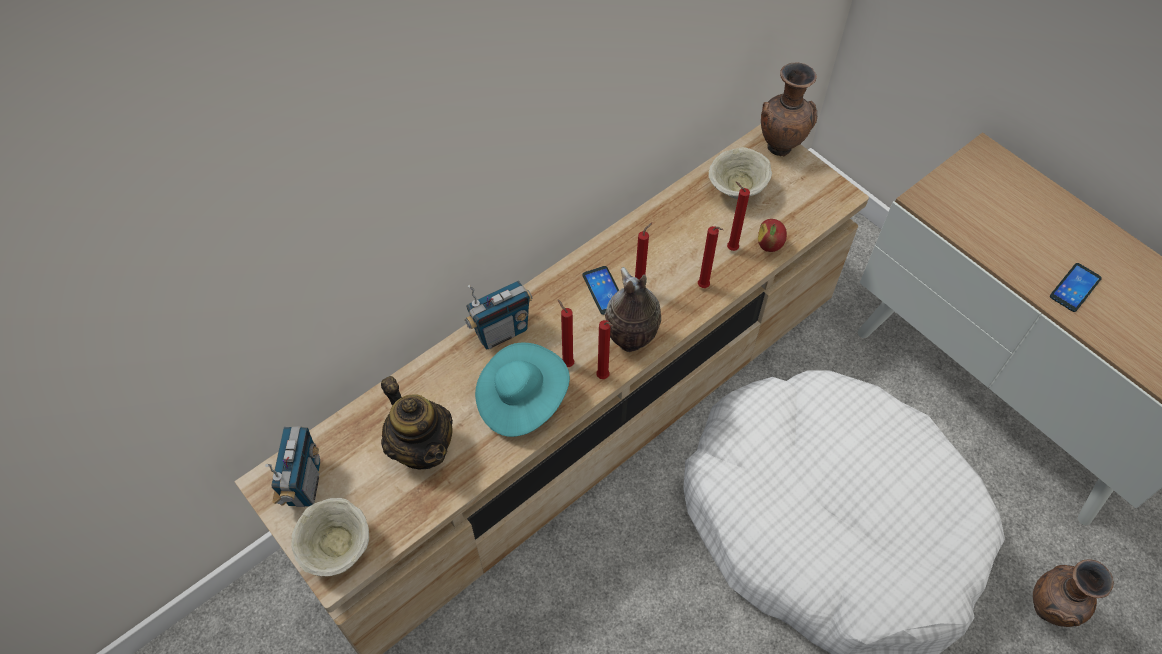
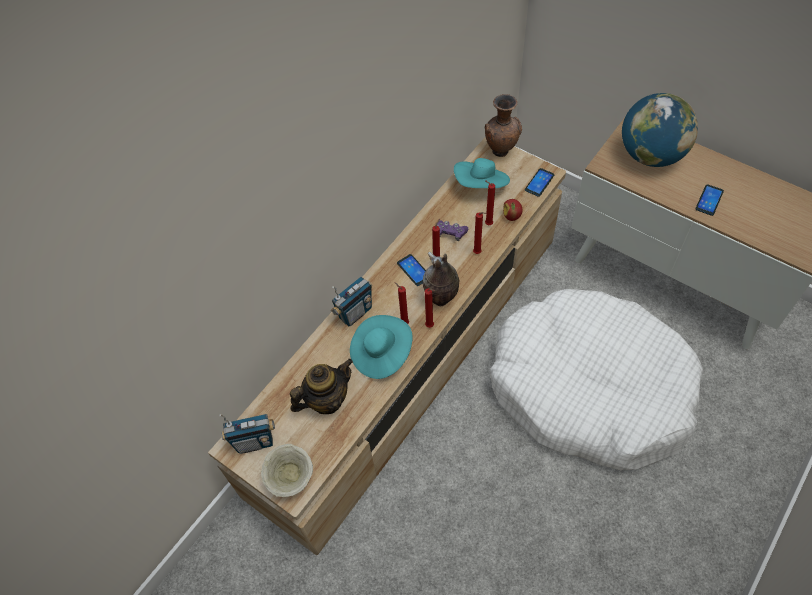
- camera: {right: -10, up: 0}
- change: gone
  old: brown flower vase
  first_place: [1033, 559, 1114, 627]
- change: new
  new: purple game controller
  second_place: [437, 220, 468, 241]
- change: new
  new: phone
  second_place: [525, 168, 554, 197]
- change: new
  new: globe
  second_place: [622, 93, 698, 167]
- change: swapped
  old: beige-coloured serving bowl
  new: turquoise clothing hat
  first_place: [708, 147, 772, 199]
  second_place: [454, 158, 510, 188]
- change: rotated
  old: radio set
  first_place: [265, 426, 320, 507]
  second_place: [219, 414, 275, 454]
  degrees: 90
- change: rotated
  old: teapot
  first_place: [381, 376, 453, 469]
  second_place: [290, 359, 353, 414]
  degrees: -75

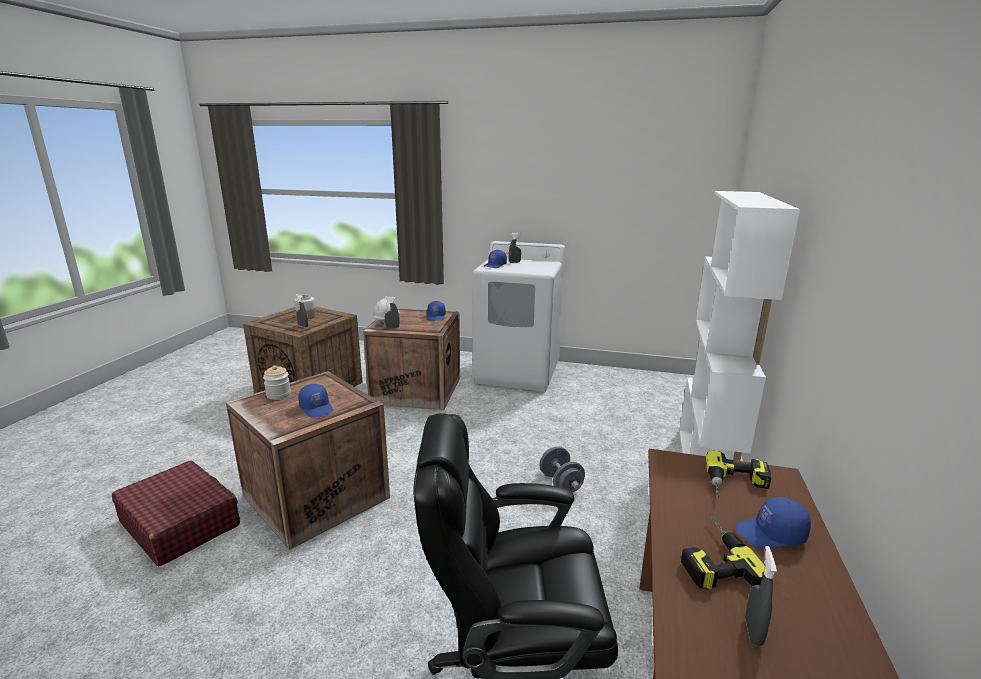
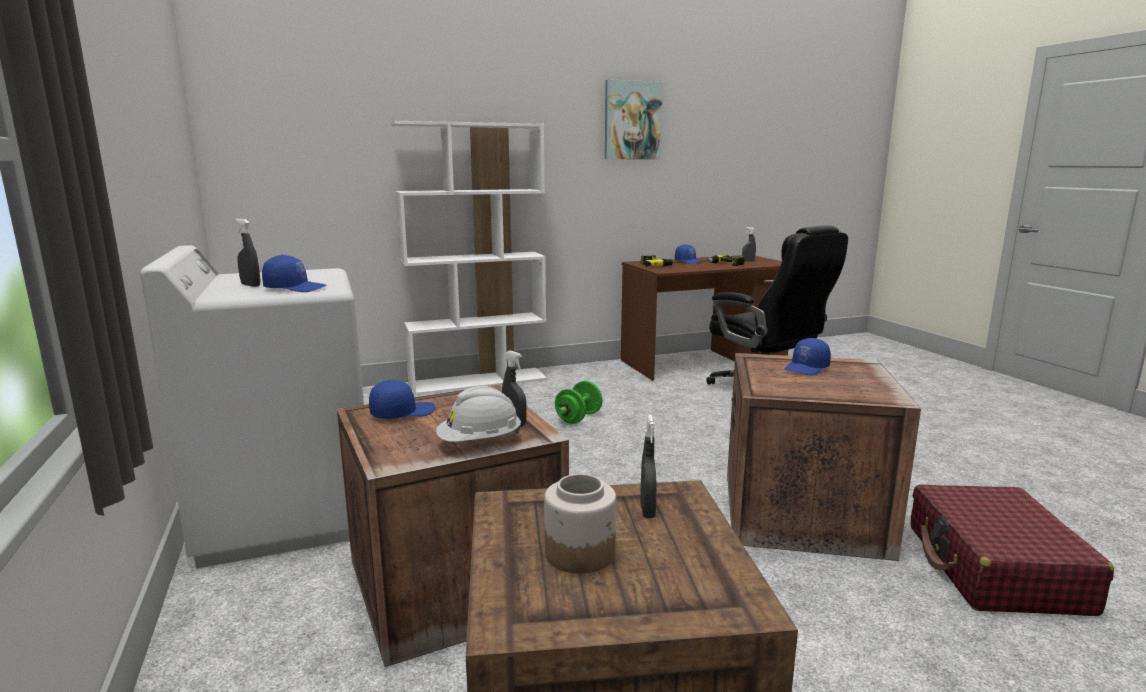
- camera: {right: -125, up: -5}
- change: gone
  old: preserve jar
  first_place: [263, 365, 291, 400]
- change: new
  new: picture
  second_place: [605, 79, 663, 159]
- change: repainted
  old: greyish hand weight
  new: green hand weight
  first_place: [539, 446, 585, 493]
  second_place: [555, 381, 603, 424]
- change: rotated
  old: bluish baseball cap
  first_place: [298, 384, 333, 417]
  second_place: [784, 338, 831, 375]
  degrees: -150

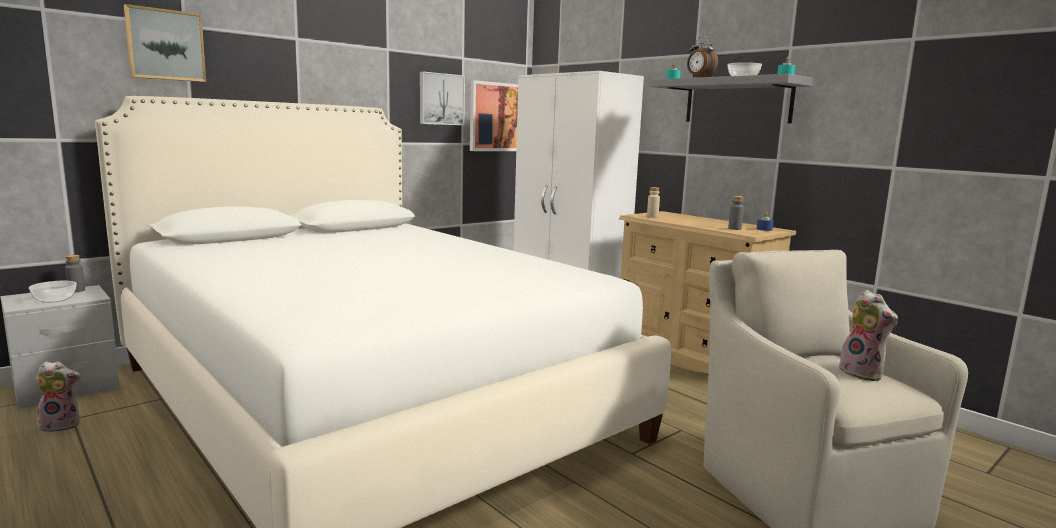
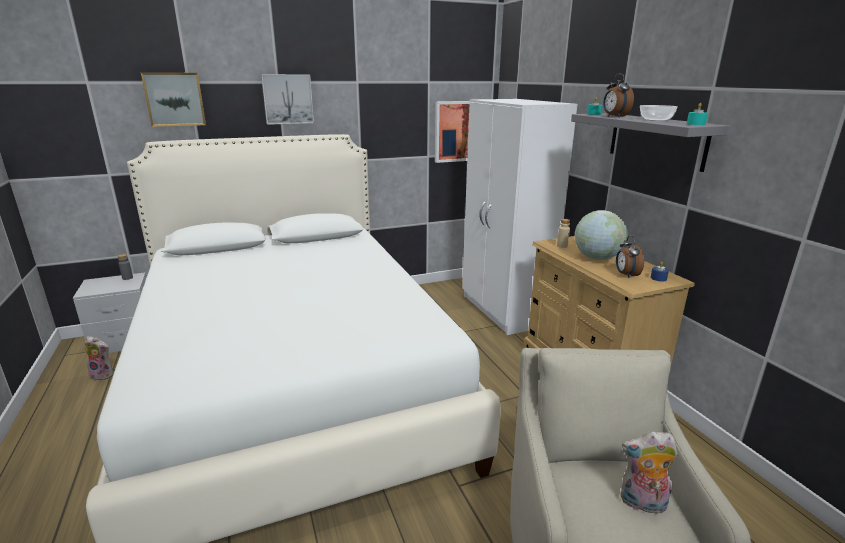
- camera: {right: 20, up: 10}
- change: gone
  old: serving bowl
  first_place: [29, 281, 77, 303]
- change: new
  new: globe
  second_place: [575, 210, 628, 260]
- change: shifted
  old: picture
  first_place: [420, 72, 465, 125]
  second_place: [261, 74, 314, 125]
- change: swapped
  old: greyish bottle
  new: table clock
  first_place: [728, 196, 744, 230]
  second_place: [616, 236, 644, 278]
- change: rotated
  old: soft toy
  first_place: [838, 290, 898, 381]
  second_place: [621, 431, 678, 514]
  degrees: 105

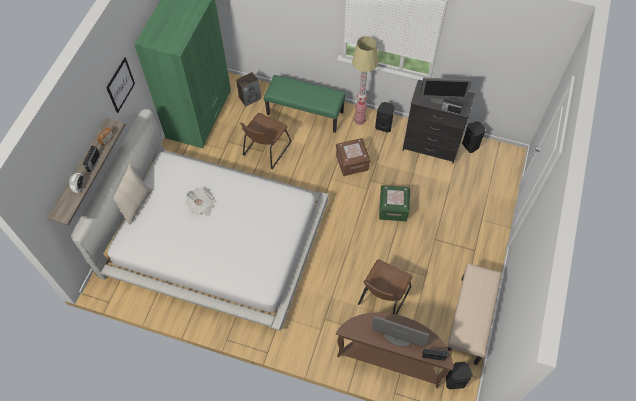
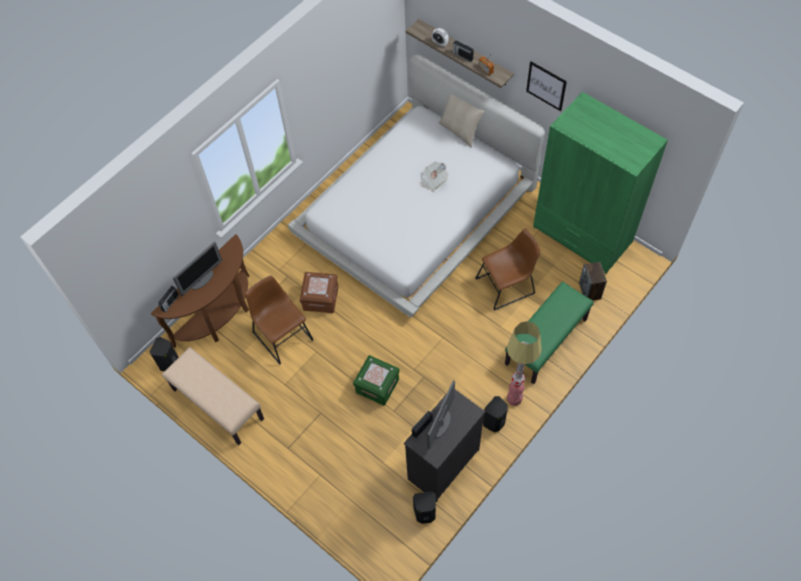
- camera: {right: 115, up: 0}
- change: shifted
  old: brown storage container
  first_place: [336, 138, 370, 176]
  second_place: [300, 272, 338, 313]
- change: rotated
  old: brown plain chair
  first_place: [240, 113, 291, 169]
  second_place: [475, 228, 541, 311]
  degrees: 105

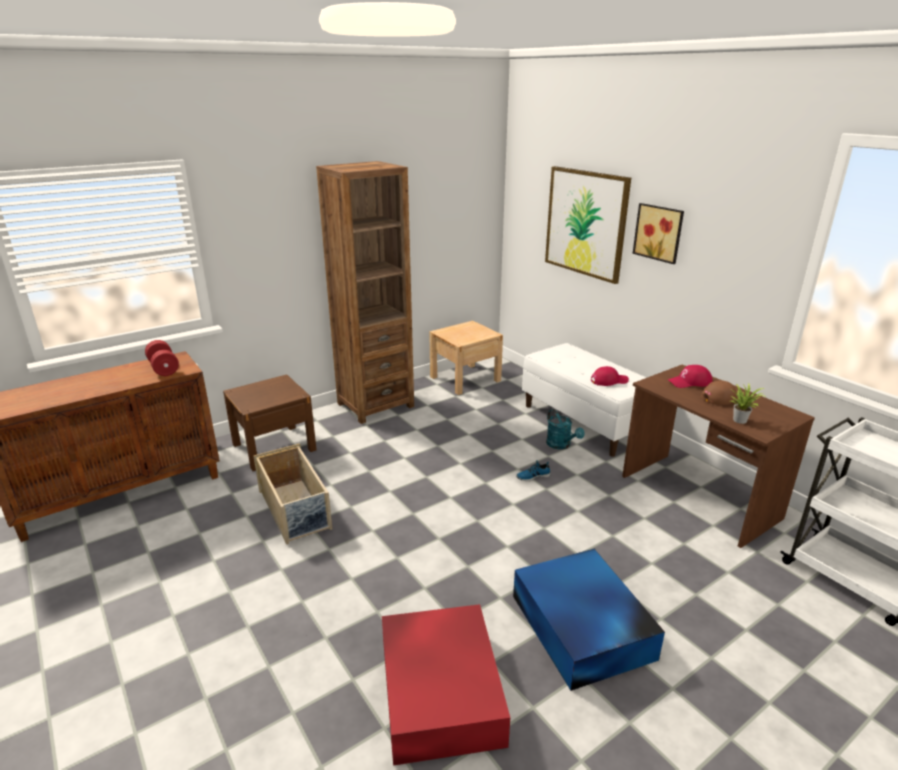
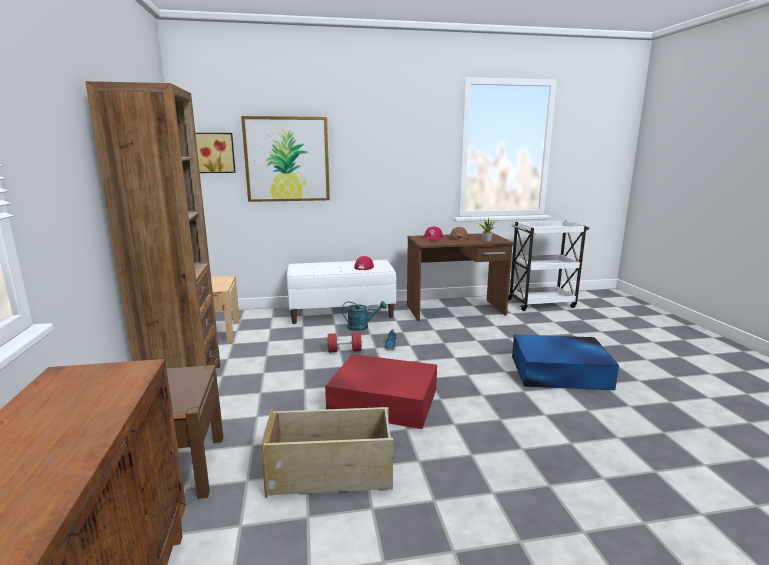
- camera: {right: -65, up: -10}
- change: shifted
  old: red hand weight
  first_place: [145, 340, 179, 376]
  second_place: [327, 332, 362, 353]
- change: shifted
  old: red storage container
  first_place: [382, 604, 510, 766]
  second_place: [325, 354, 437, 429]
- change: shifted
  old: picture
  first_place: [632, 203, 684, 264]
  second_place: [195, 133, 236, 173]

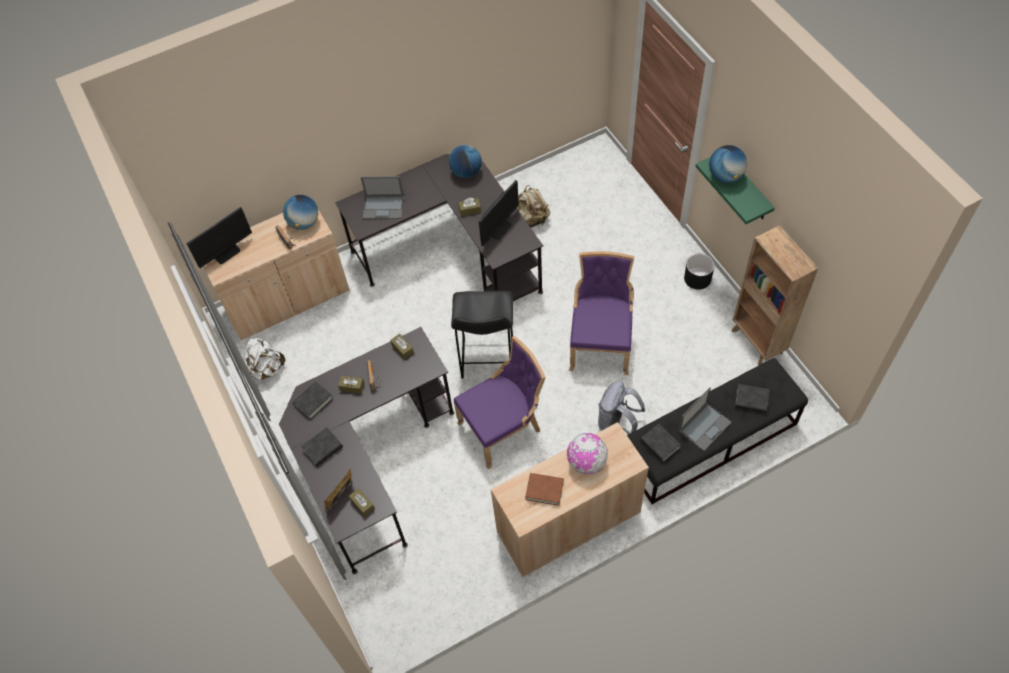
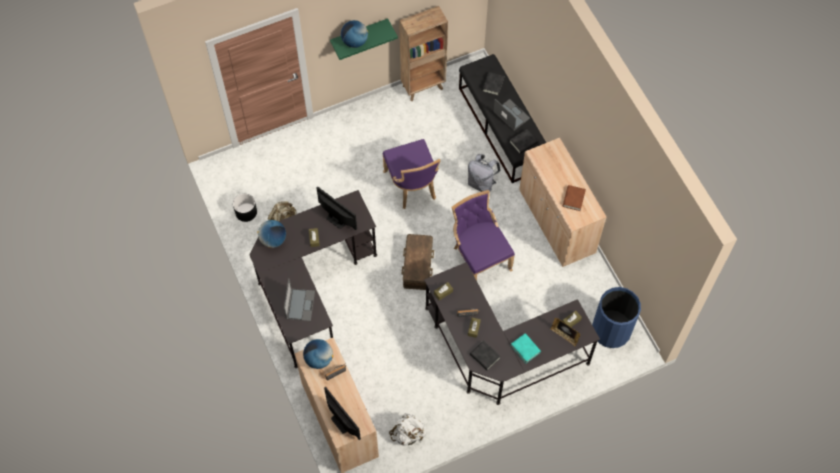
- camera: {right: -90, up: 5}
- change: gone
  old: globe
  first_place: [567, 433, 608, 475]
- change: new
  new: bluish waste bin
  second_place: [592, 287, 641, 348]
- change: shifted
  old: black-coloured flower pot
  first_place: [684, 254, 715, 290]
  second_place: [233, 194, 257, 222]
- change: swapped
  old: black-coloured sitting stool
  new: brown storage container
  first_place: [451, 291, 513, 379]
  second_place: [402, 234, 434, 290]
- change: repainted
  old: black-coloured volume
  new: turquoise volume
  first_place: [301, 427, 343, 466]
  second_place: [511, 333, 541, 363]
- change: rotated
  old: purple plain chair
  first_place: [569, 251, 634, 375]
  second_place: [383, 139, 440, 209]
  degrees: -120

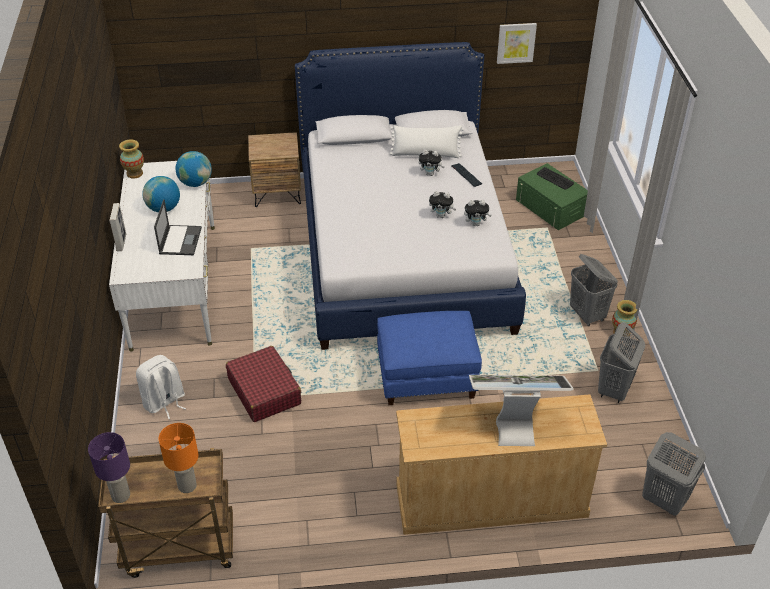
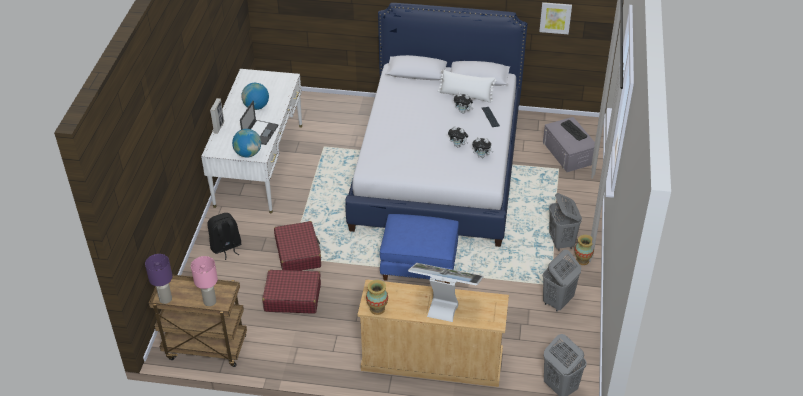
- camera: {right: 15, up: 0}
- change: gone
  old: brown night table
  first_place: [248, 132, 301, 207]
- change: new
  new: red travel case
  second_place: [262, 270, 321, 313]
- change: shifted
  old: flower vase
  first_place: [119, 139, 144, 179]
  second_place: [366, 280, 388, 315]
- change: shifted
  old: globe
  first_place: [175, 151, 212, 187]
  second_place: [232, 129, 261, 157]
- change: repainted
  old: white-coloured rucksack
  new: black-coloured rucksack
  first_place: [136, 355, 186, 419]
  second_place: [207, 213, 241, 260]
- change: repainted
  old: orange-coloured table lamp
  new: pink-coloured table lamp
  first_place: [159, 423, 199, 493]
  second_place: [191, 256, 218, 306]
- change: repainted
  old: green storage container
  new: greyish storage container
  first_place: [516, 163, 588, 230]
  second_place: [543, 117, 595, 172]

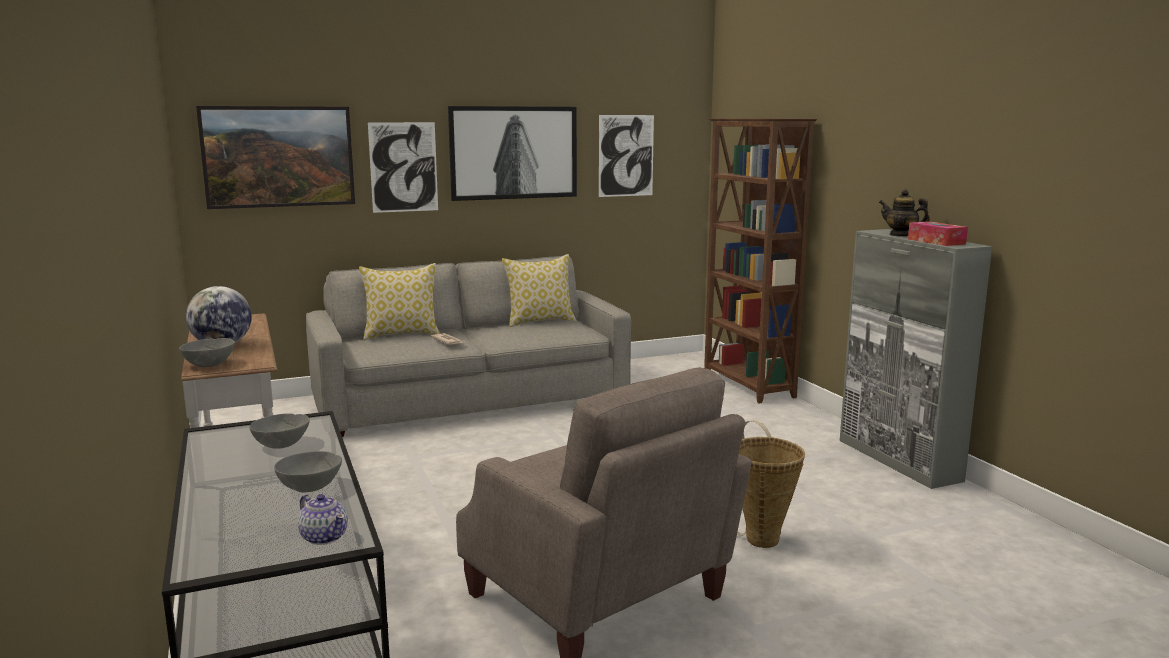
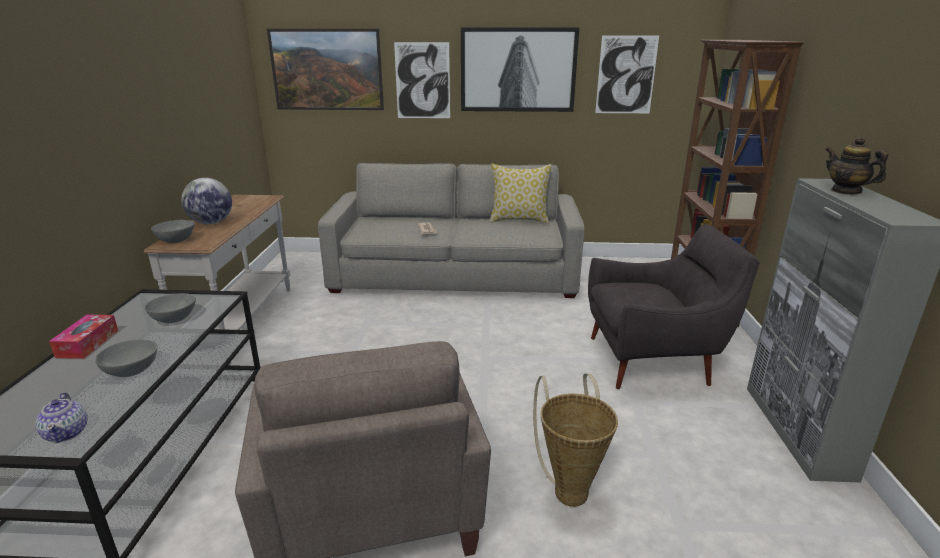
- camera: {right: 25, up: 10}
- change: gone
  old: pillow
  first_place: [359, 263, 440, 340]
- change: new
  new: greyish armchair
  second_place: [588, 224, 760, 389]
- change: shifted
  old: tissue holder
  first_place: [908, 221, 968, 246]
  second_place: [49, 315, 118, 359]

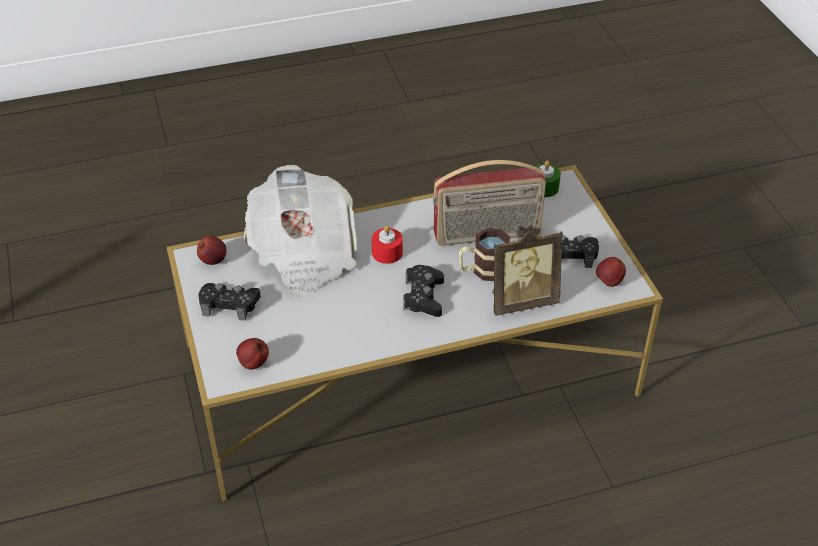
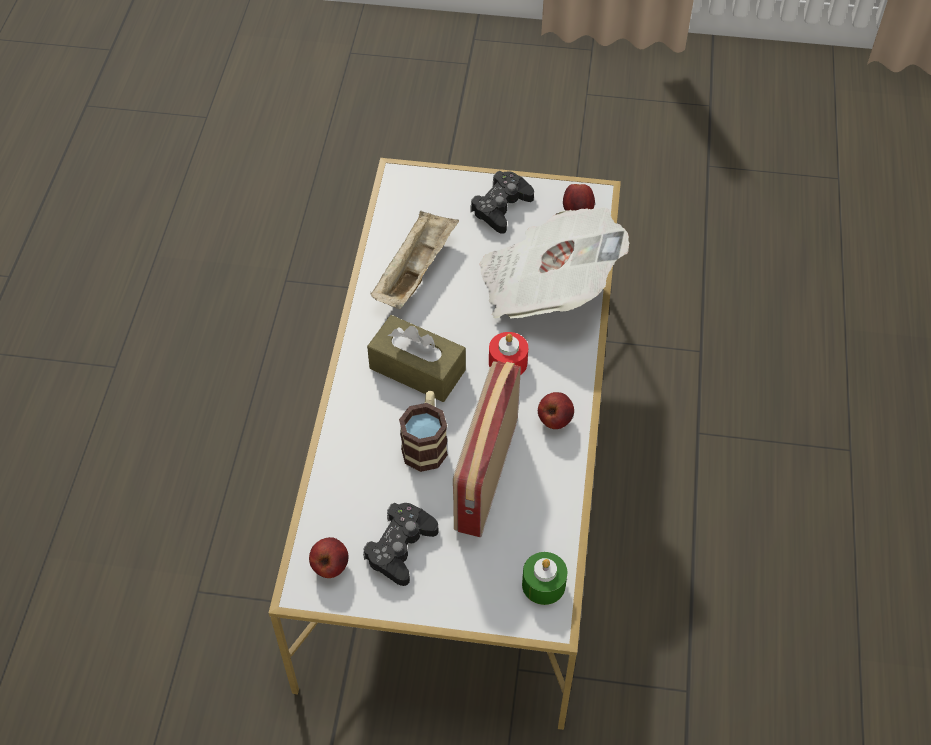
- camera: {right: 115, up: 10}
- change: gone
  old: photo frame
  first_place: [492, 231, 563, 316]
- change: new
  new: beige-coloured tray
  second_place: [371, 211, 459, 309]
- change: shifted
  old: apple
  first_place: [236, 338, 269, 370]
  second_place: [538, 392, 574, 429]
- change: swapped
  old: black-coloured game controller
  new: brown tissue holder
  first_place: [403, 265, 444, 317]
  second_place: [367, 315, 466, 402]

